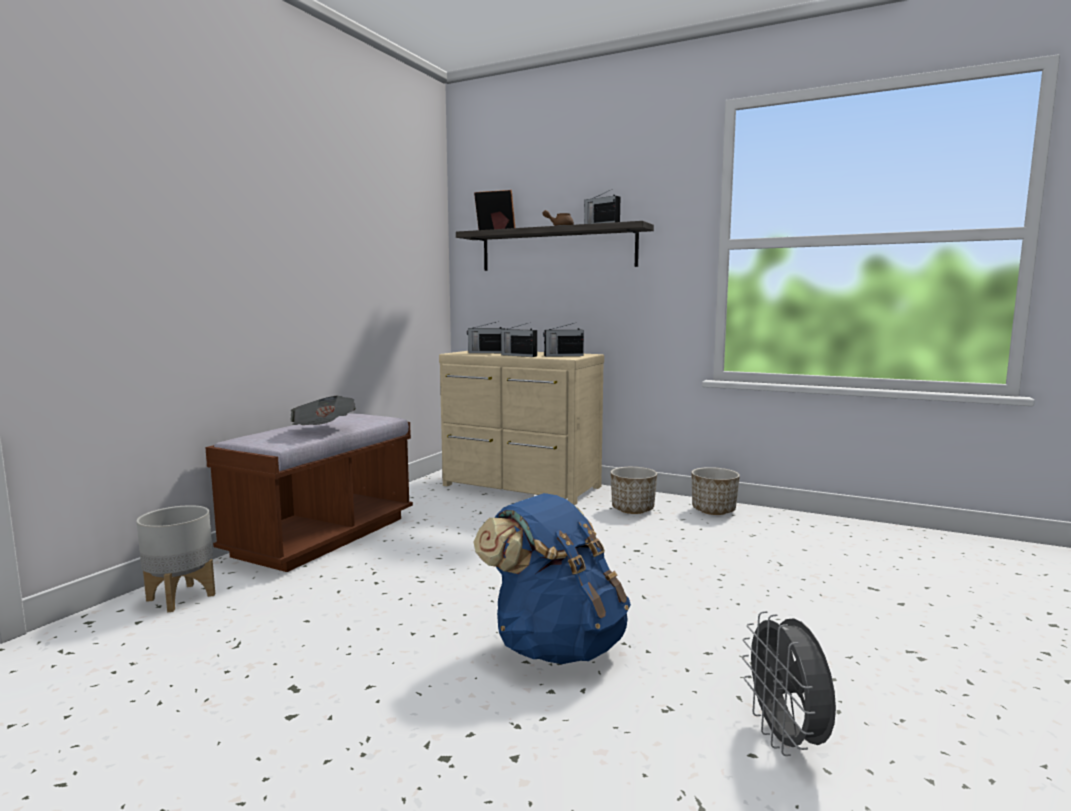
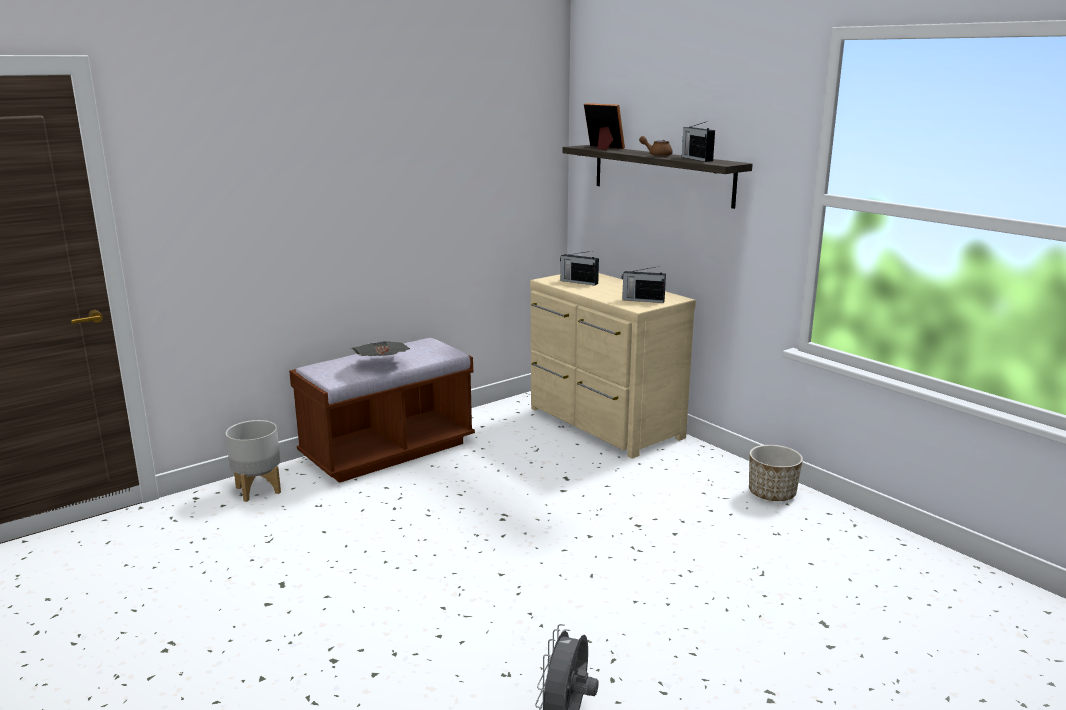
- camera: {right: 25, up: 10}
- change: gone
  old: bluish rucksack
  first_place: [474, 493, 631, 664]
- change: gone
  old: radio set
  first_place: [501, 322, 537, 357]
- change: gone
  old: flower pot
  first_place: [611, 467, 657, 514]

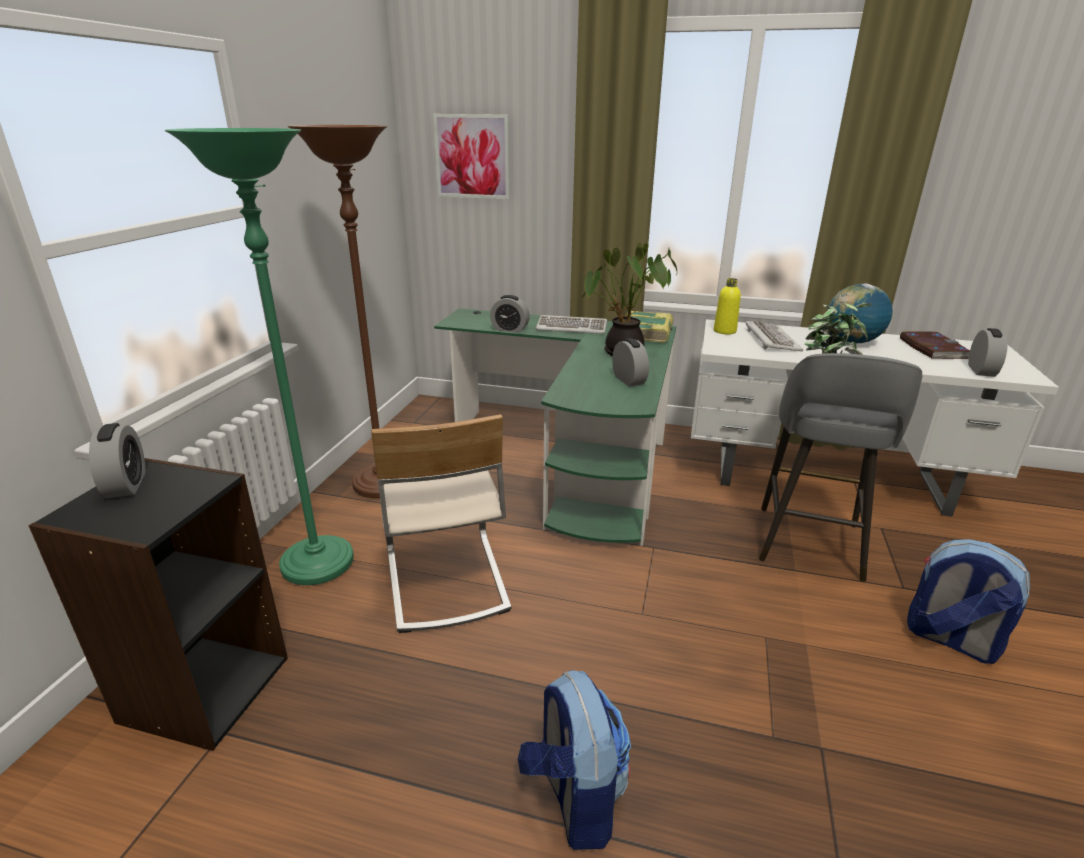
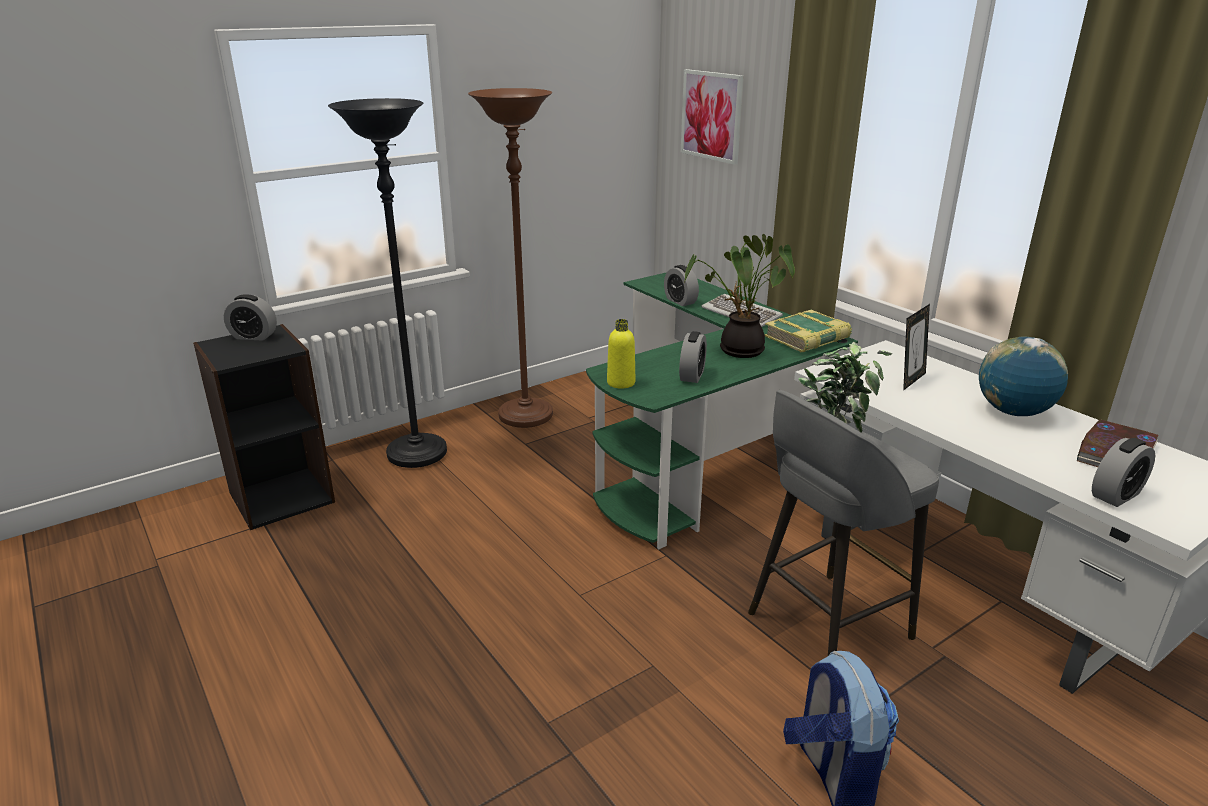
- camera: {right: 40, up: 0}
- change: gone
  old: beige-coloured plain chair
  first_place: [371, 414, 511, 633]
- change: gone
  old: rucksack
  first_place: [518, 670, 631, 850]
- change: shifted
  old: yellowish bottle
  first_place: [714, 278, 741, 334]
  second_place: [607, 319, 635, 389]
- change: swapped
  old: keyboard
  new: photo frame
  first_place: [745, 320, 803, 351]
  second_place: [903, 304, 930, 391]
- change: repainted
  old: green standing lamp
  new: black-coloured standing lamp
  first_place: [165, 128, 354, 585]
  second_place: [328, 98, 447, 468]
- change: rotated
  old: table clock
  first_place: [89, 423, 145, 498]
  second_place: [224, 294, 277, 341]
  degrees: 75

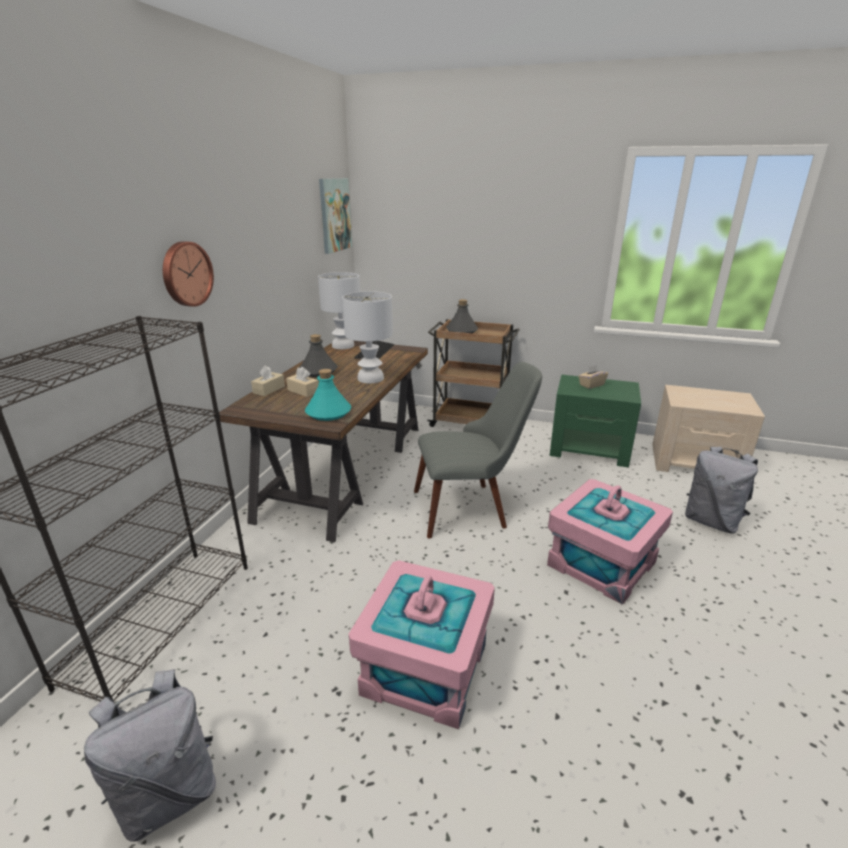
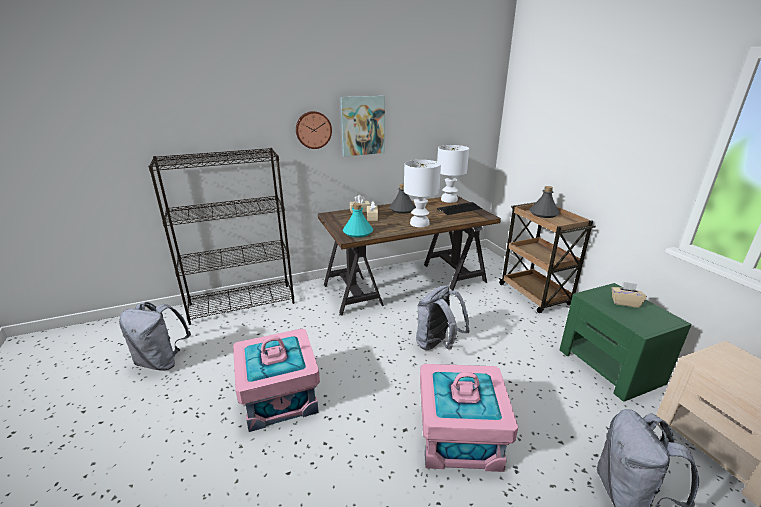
- camera: {right: 50, up: 0}
- change: shifted
  old: picture
  first_place: [319, 178, 352, 254]
  second_place: [340, 95, 385, 156]
- change: swapped
  old: greyish plain chair
  new: greyish rucksack
  first_place: [414, 362, 542, 539]
  second_place: [416, 285, 470, 350]

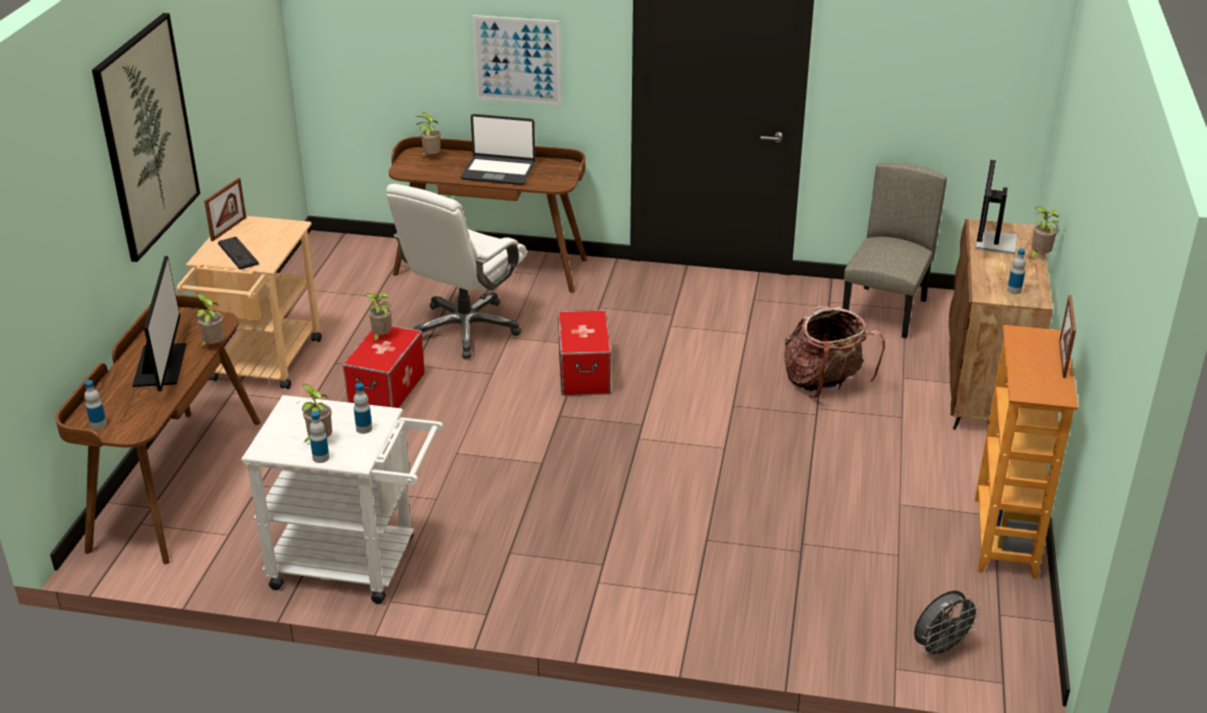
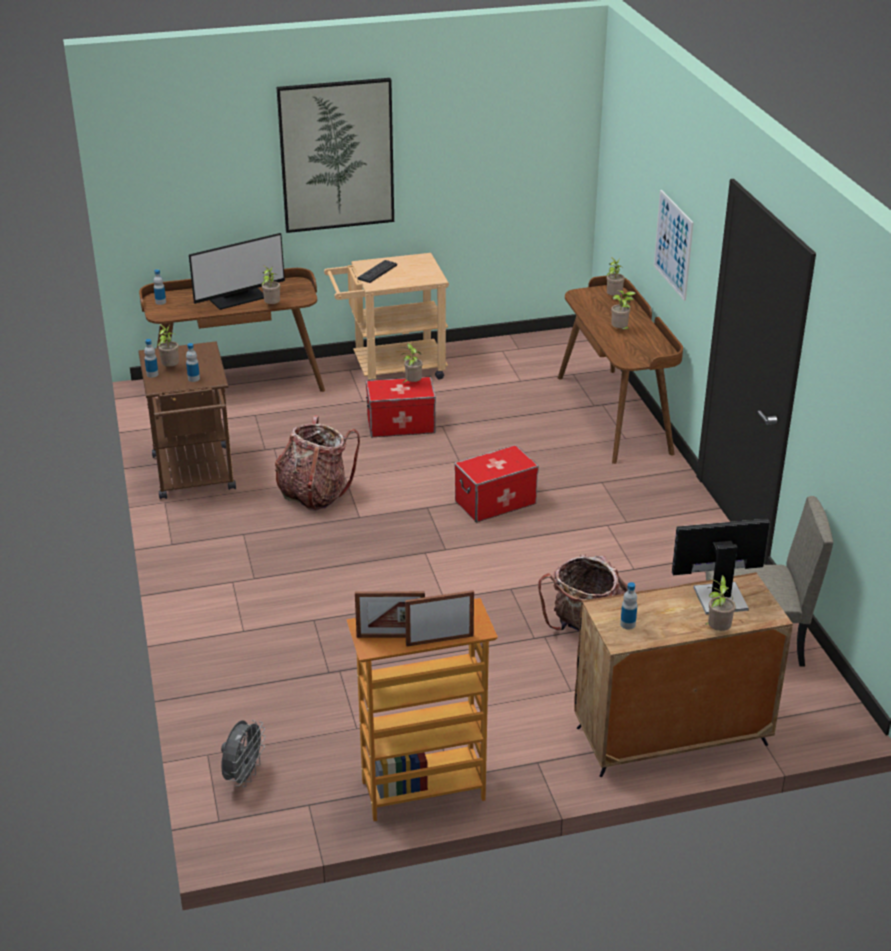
- camera: {right: 65, up: 0}
- change: gone
  old: white-coloured computer chair
  first_place: [386, 184, 527, 359]
- change: new
  new: rucksack
  second_place: [275, 415, 360, 511]
- change: shifted
  old: photo frame
  first_place: [204, 178, 246, 241]
  second_place: [355, 591, 425, 638]
- change: swapped
  old: laptop
  new: potted plant
  first_place: [461, 114, 535, 185]
  second_place: [611, 290, 636, 330]
- change: repainted
  old: white-coloured trolley
  new: brown trolley
  first_place: [241, 395, 443, 604]
  second_place: [138, 341, 236, 499]
- change: rotated
  old: greyish fan
  first_place: [914, 590, 982, 660]
  second_place: [221, 720, 266, 787]
  degrees: -105

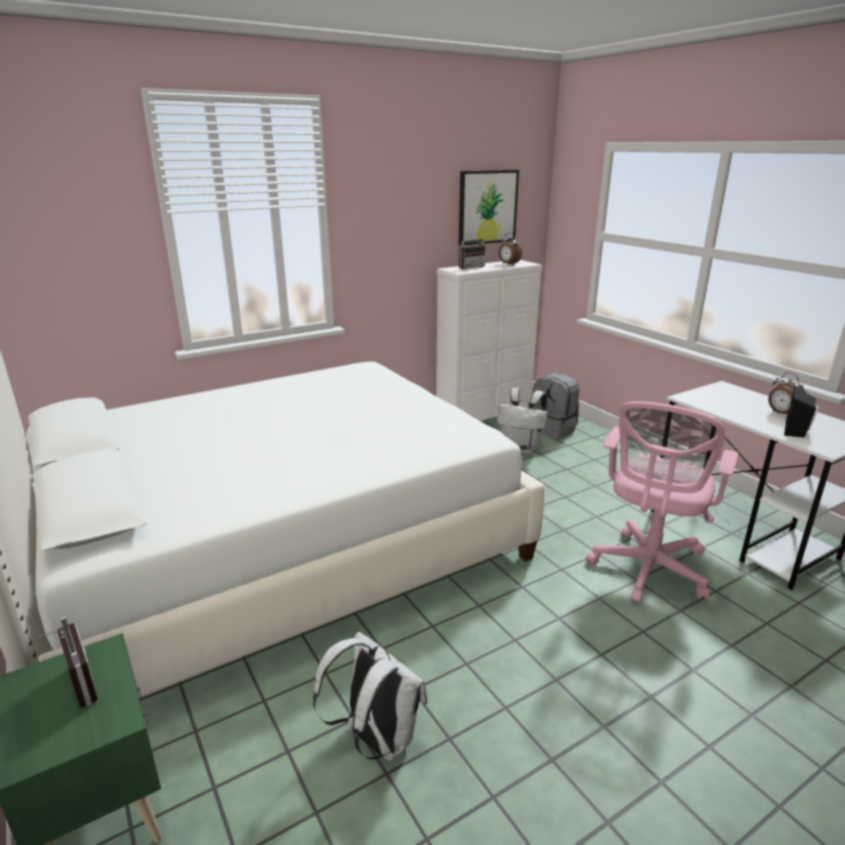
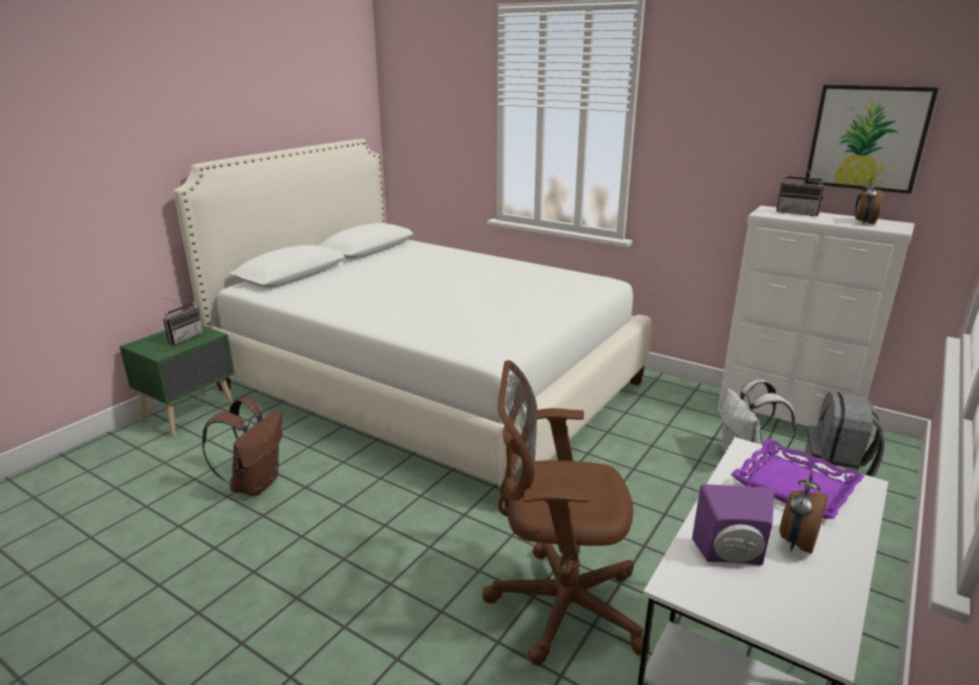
- camera: {right: 65, up: 0}
- change: new
  new: purple tray
  second_place: [730, 439, 865, 519]
- change: repainted
  old: white-coloured rucksack
  new: brown rucksack
  first_place: [313, 632, 427, 761]
  second_place: [202, 397, 282, 496]
- change: repainted
  old: pink-coloured computer chair
  new: brown computer chair
  first_place: [586, 401, 738, 604]
  second_place: [482, 360, 649, 665]
- change: repainted
  old: black-coloured speaker
  new: purple speaker
  first_place: [784, 386, 818, 437]
  second_place: [692, 484, 774, 565]

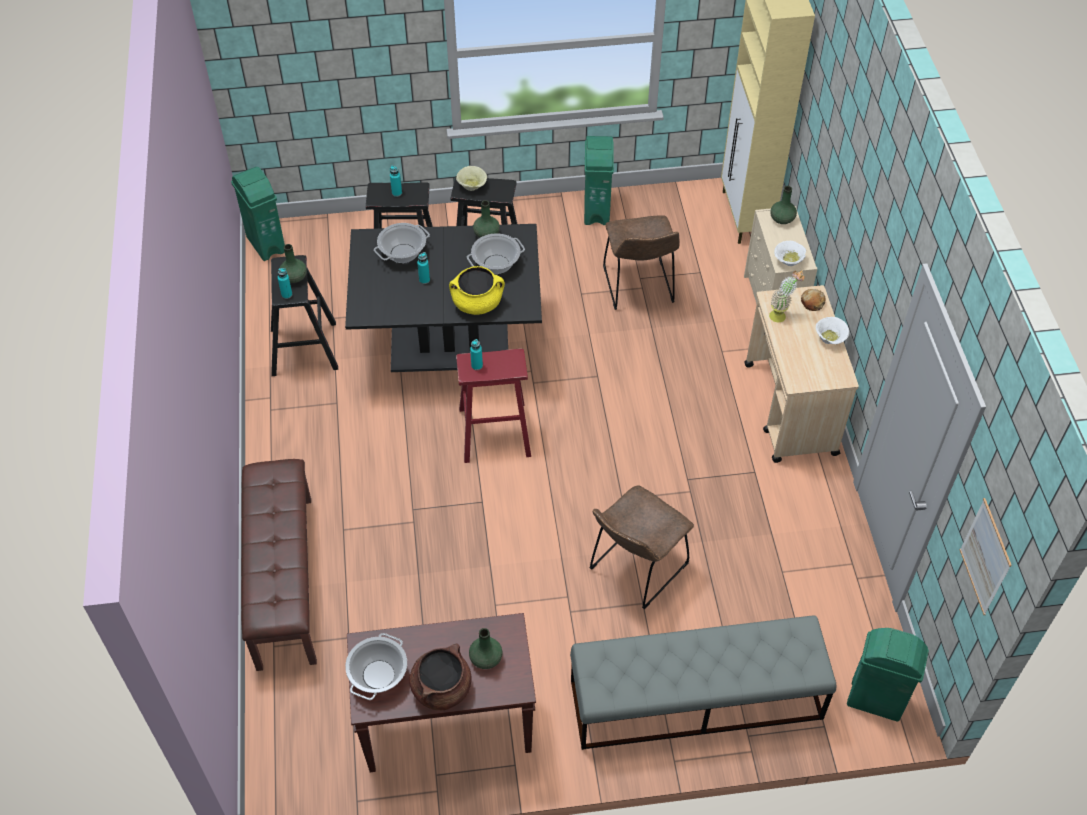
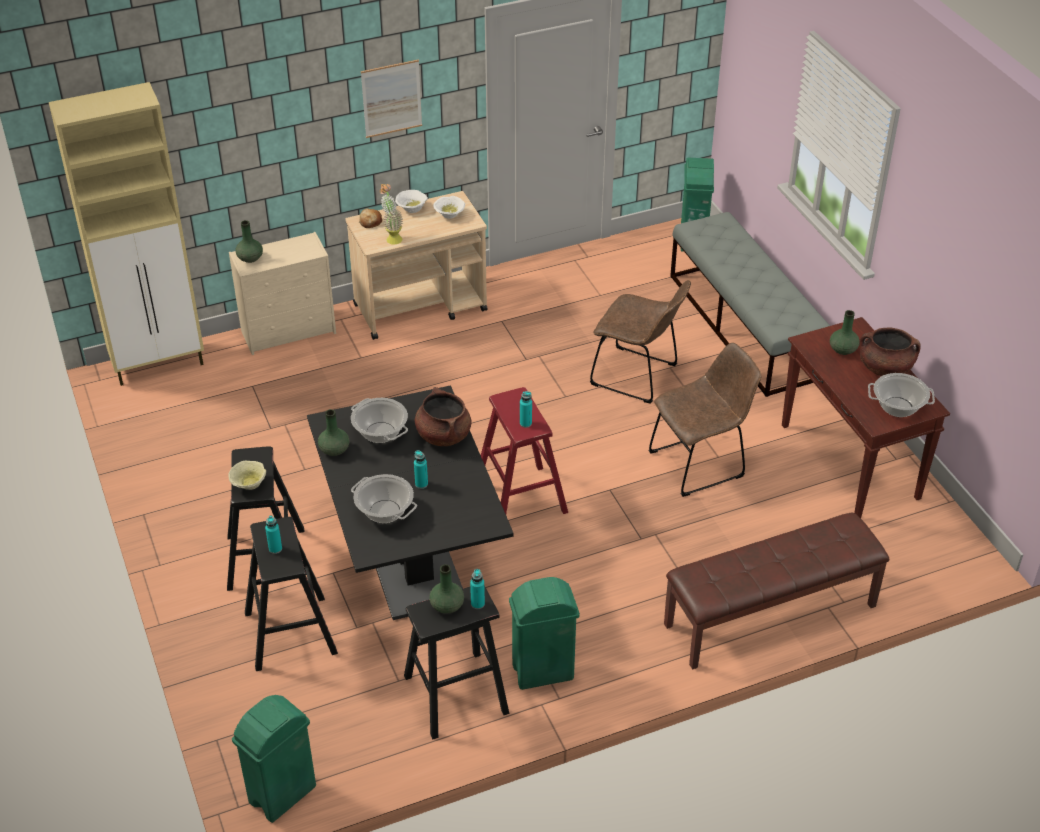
- camera: {right: -105, up: -10}
- change: shifted
  old: green waste bin
  first_place: [584, 136, 614, 225]
  second_place: [509, 577, 580, 690]
- change: shifted
  old: brown plain chair
  first_place: [603, 215, 680, 310]
  second_place: [649, 342, 762, 497]
- change: shifted
  old: white-coloured serving bowl
  first_place: [774, 241, 806, 266]
  second_place: [433, 196, 465, 219]
- change: shifted
  old: picture
  first_place: [960, 498, 1012, 615]
  second_place: [361, 59, 422, 138]
- change: repainted
  old: yellowish cooking pot
  new: brown cooking pot
  first_place: [449, 266, 505, 315]
  second_place: [414, 387, 471, 446]

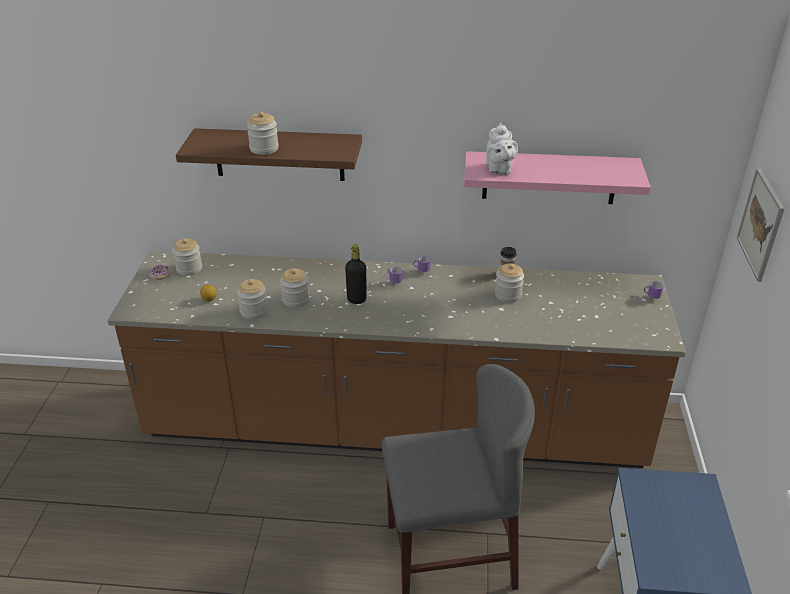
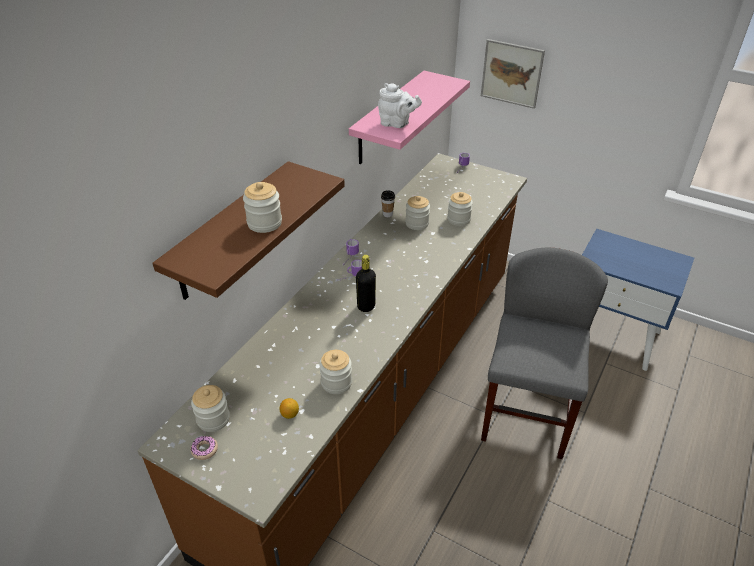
- camera: {right: -65, up: 5}
- change: shifted
  old: preserve jar
  first_place: [280, 268, 310, 308]
  second_place: [447, 192, 473, 226]

